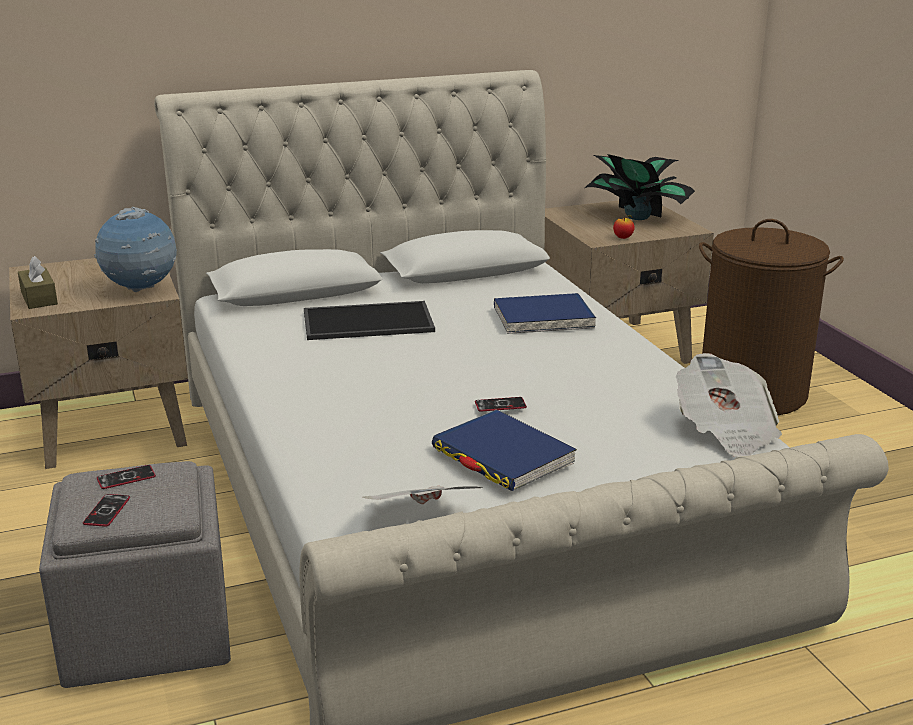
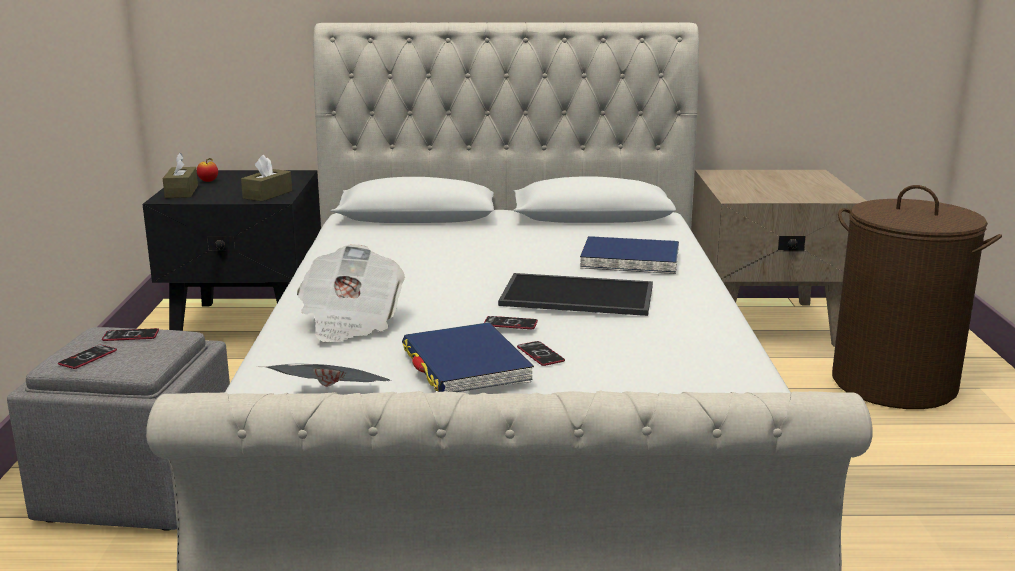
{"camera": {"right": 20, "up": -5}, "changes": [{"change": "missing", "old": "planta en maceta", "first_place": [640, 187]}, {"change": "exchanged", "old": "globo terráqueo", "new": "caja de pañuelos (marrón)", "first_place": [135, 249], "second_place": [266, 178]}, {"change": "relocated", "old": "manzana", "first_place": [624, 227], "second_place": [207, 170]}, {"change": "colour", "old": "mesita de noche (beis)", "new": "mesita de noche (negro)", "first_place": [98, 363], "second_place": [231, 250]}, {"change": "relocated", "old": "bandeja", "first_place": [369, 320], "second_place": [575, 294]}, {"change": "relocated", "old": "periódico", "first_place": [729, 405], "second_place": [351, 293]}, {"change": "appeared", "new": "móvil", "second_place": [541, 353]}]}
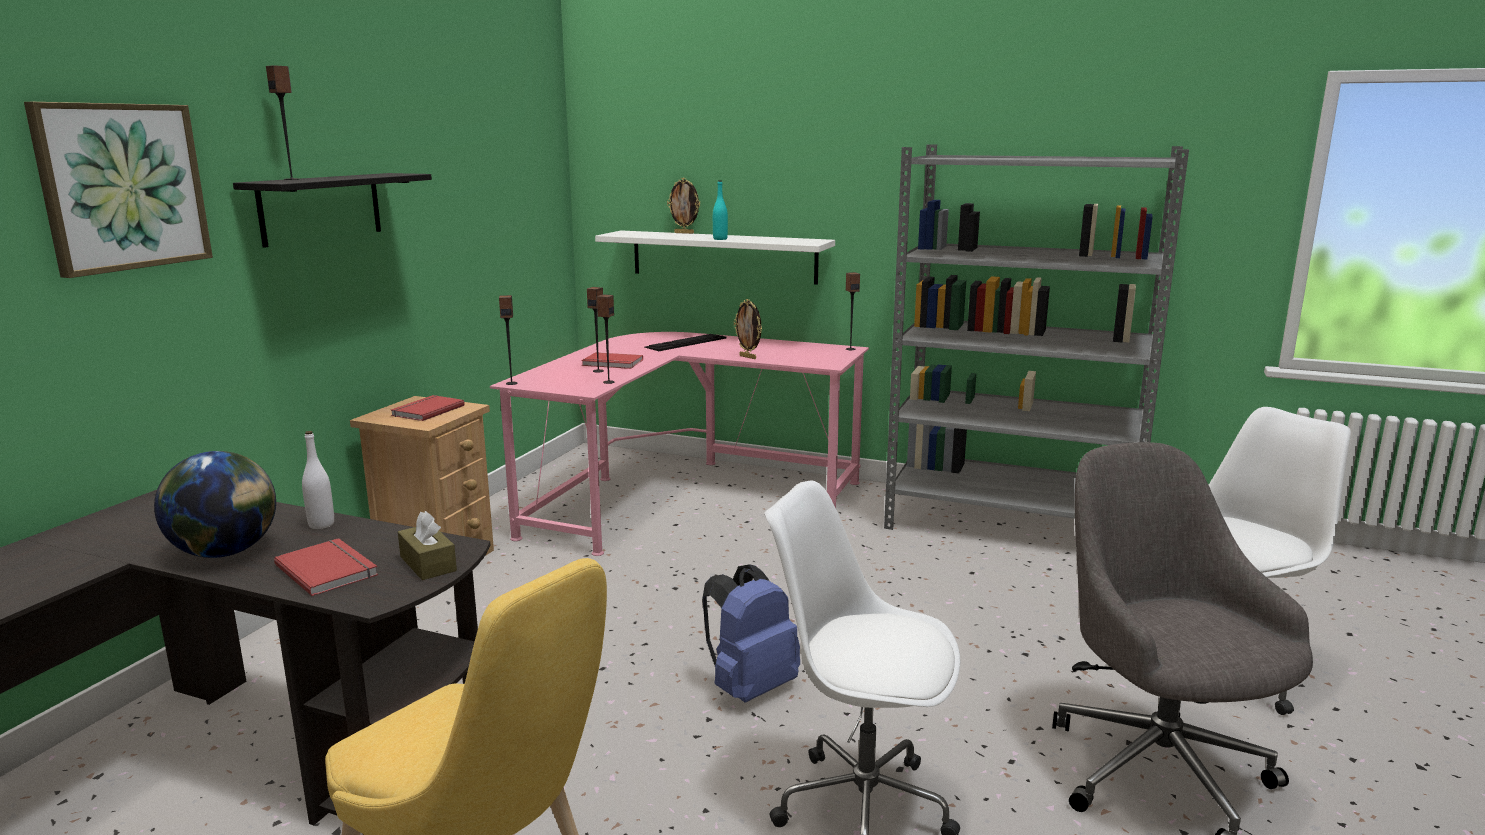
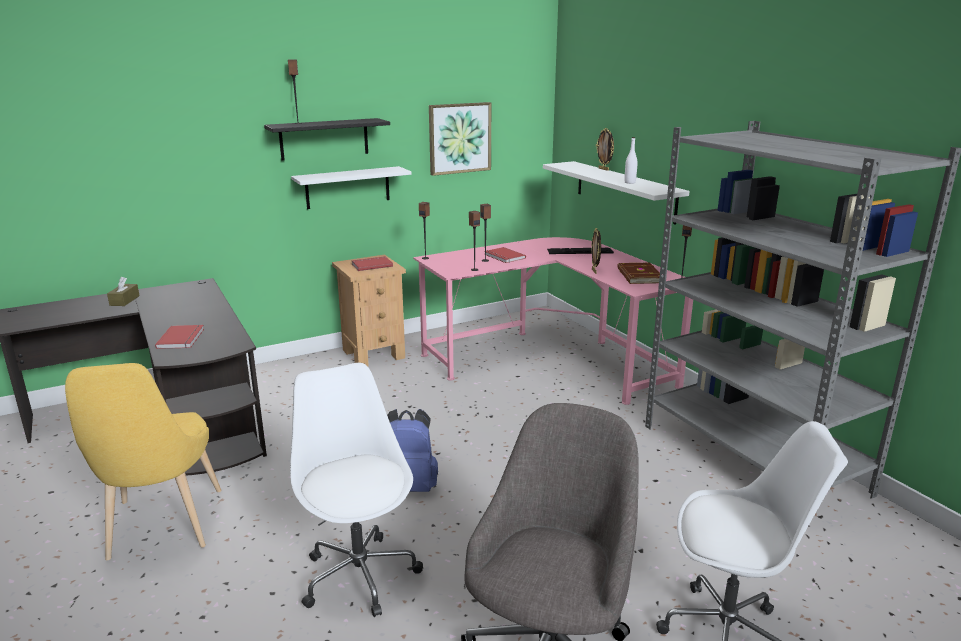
{"camera": {"right": 40, "up": 5}, "changes": [{"change": "relocated", "old": "cuadro", "first_place": [118, 190], "second_place": [460, 139]}, {"change": "missing", "old": "botella (turquesa)", "first_place": [720, 210]}, {"change": "relocated", "old": "botella (blanco)", "first_place": [318, 480], "second_place": [631, 160]}, {"change": "missing", "old": "globo terráqueo", "first_place": [215, 504]}, {"change": "relocated", "old": "caja de pañuelos (marrón)", "first_place": [427, 545], "second_place": [123, 291]}, {"change": "appeared", "new": "estante (blanco)", "second_place": [351, 187]}, {"change": "appeared", "new": "libro (marrón)", "second_place": [638, 273]}]}
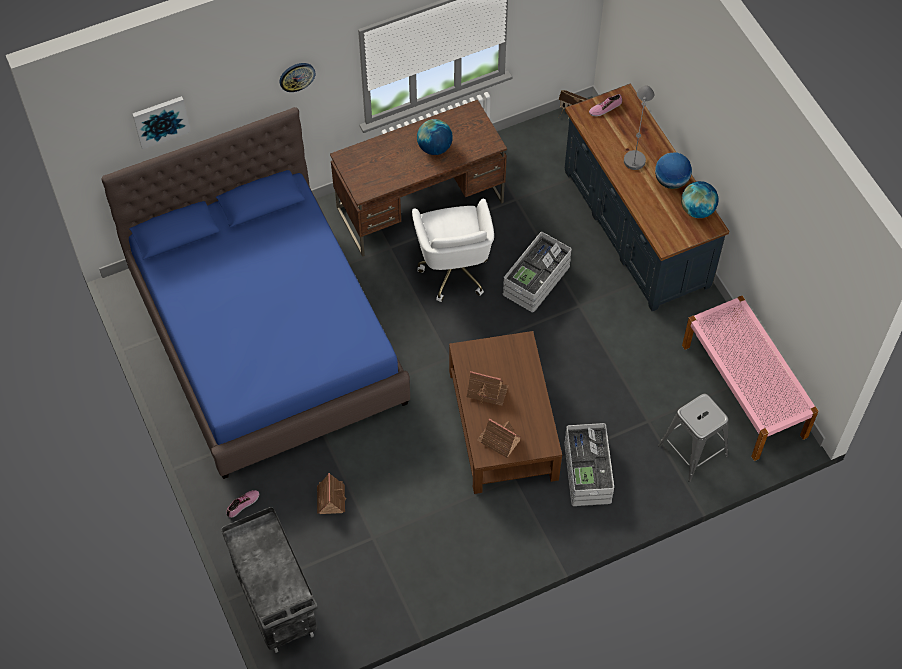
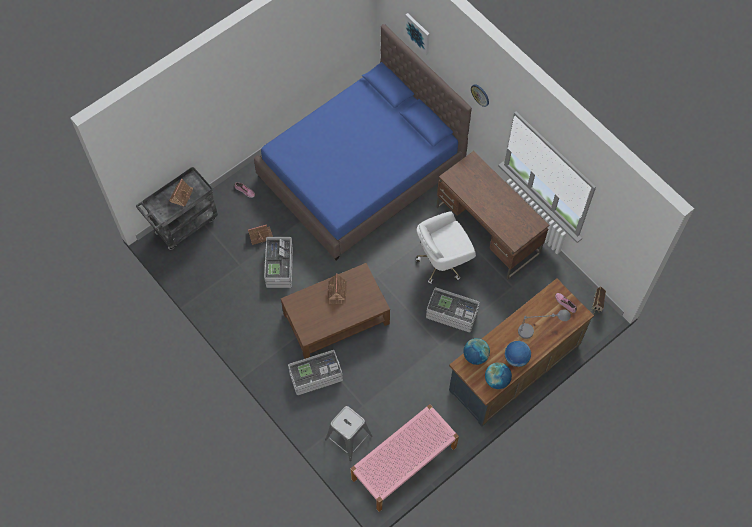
{"camera": {"right": 75, "up": 5}, "changes": [{"change": "relocated", "old": "globo terráqueo", "first_place": [435, 137], "second_place": [476, 351]}, {"change": "relocated", "old": "casita", "first_place": [499, 438], "second_place": [181, 193]}, {"change": "appeared", "new": "caja de almacenaje (gris)", "second_place": [278, 262]}]}
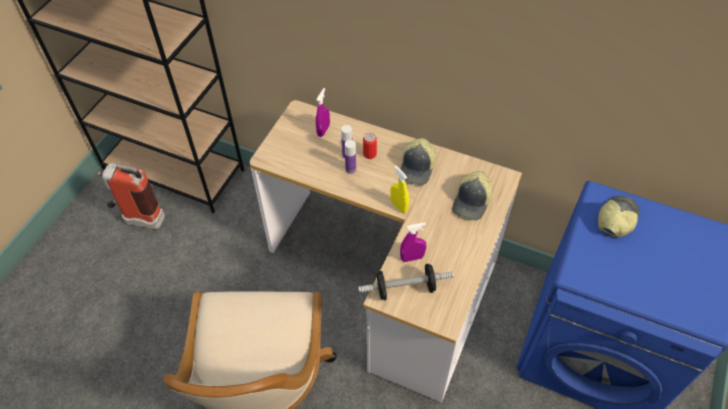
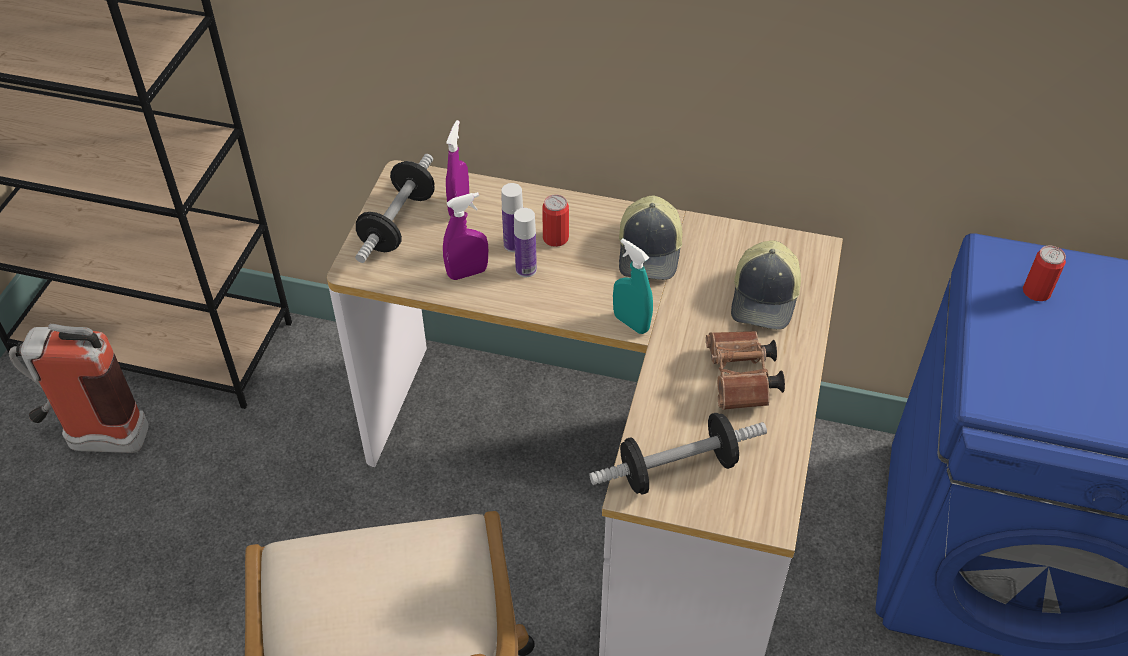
{"camera": {"right": -10, "up": -5}, "changes": [{"change": "colour", "old": "pulverizador (amarillo)", "new": "pulverizador (turquesa)", "first_place": [399, 189], "second_place": [633, 286]}, {"change": "exchanged", "old": "gorra", "new": "lata", "first_place": [619, 217], "second_place": [1044, 273]}, {"change": "relocated", "old": "pulverizador (morado)", "first_place": [413, 242], "second_place": [465, 236]}, {"change": "appeared", "new": "mancuerna", "second_place": [395, 208]}, {"change": "appeared", "new": "prismáticos (marrón)", "second_place": [745, 370]}]}
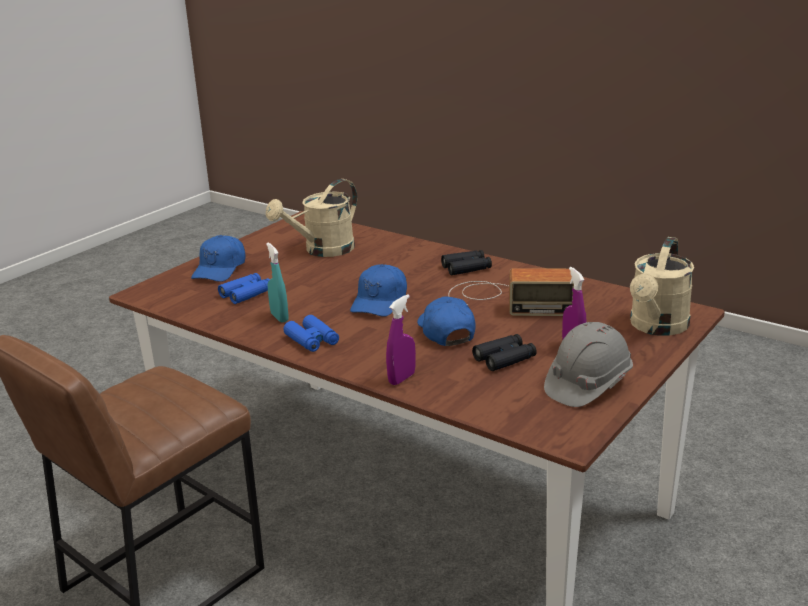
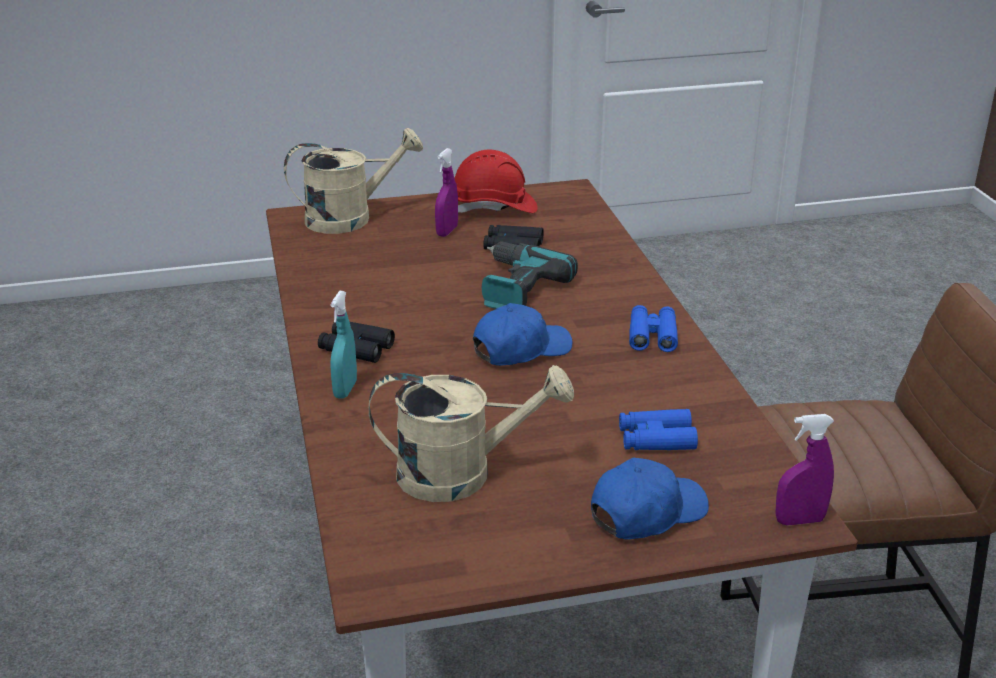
{"camera": {"right": -140, "up": 5}, "changes": [{"change": "relocated", "old": "pulverizador (turquesa)", "first_place": [277, 283], "second_place": [343, 345]}, {"change": "missing", "old": "radio", "first_place": [511, 292]}, {"change": "relocated", "old": "pulverizador (morado)", "first_place": [401, 339], "second_place": [804, 470]}, {"change": "exchanged", "old": "gorra (azul)", "new": "taladro", "first_place": [446, 321], "second_place": [530, 275]}, {"change": "colour", "old": "casco (gris)", "new": "casco (rojo)", "first_place": [588, 364], "second_place": [495, 181]}]}
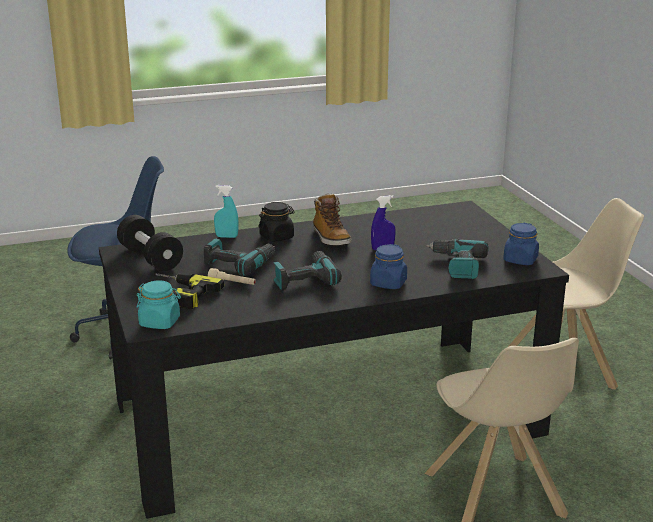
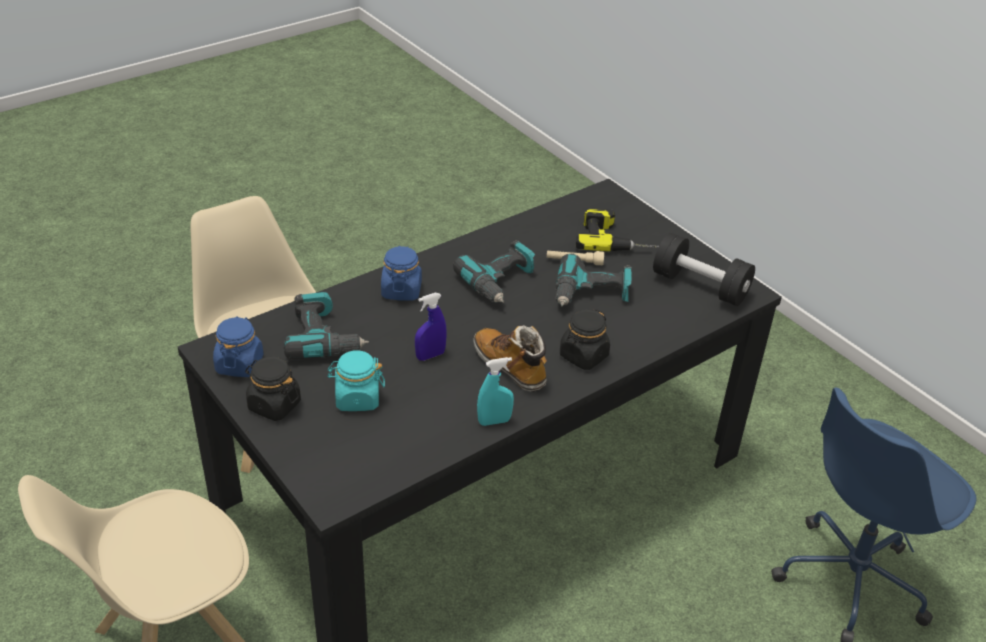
{"camera": {"right": 160, "up": 15}, "changes": [{"change": "relocated", "old": "pulverizador (turquesa)", "first_place": [226, 211], "second_place": [495, 391]}, {"change": "relocated", "old": "tarro (turquesa)", "first_place": [159, 304], "second_place": [356, 380]}, {"change": "appeared", "new": "tarro (negro)", "second_place": [273, 389]}]}
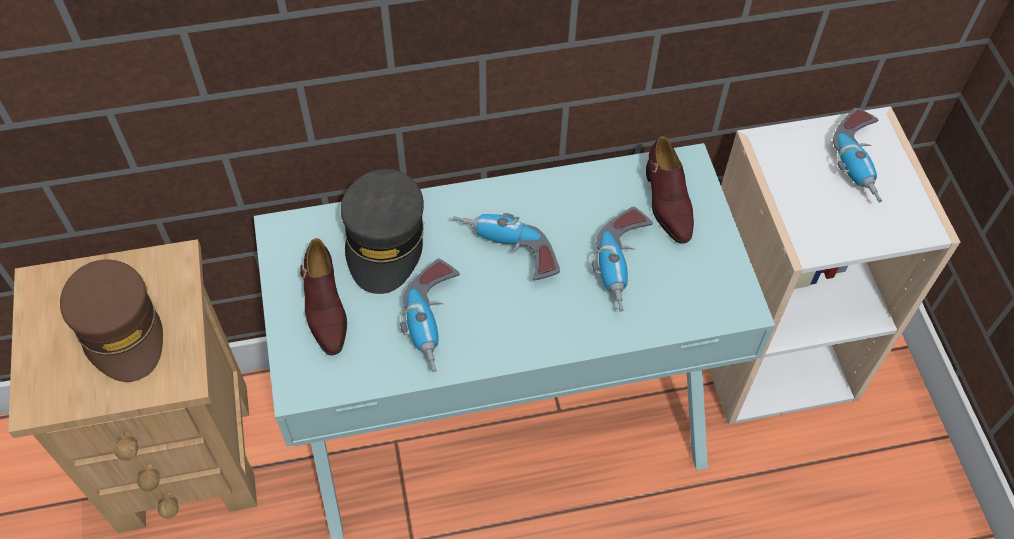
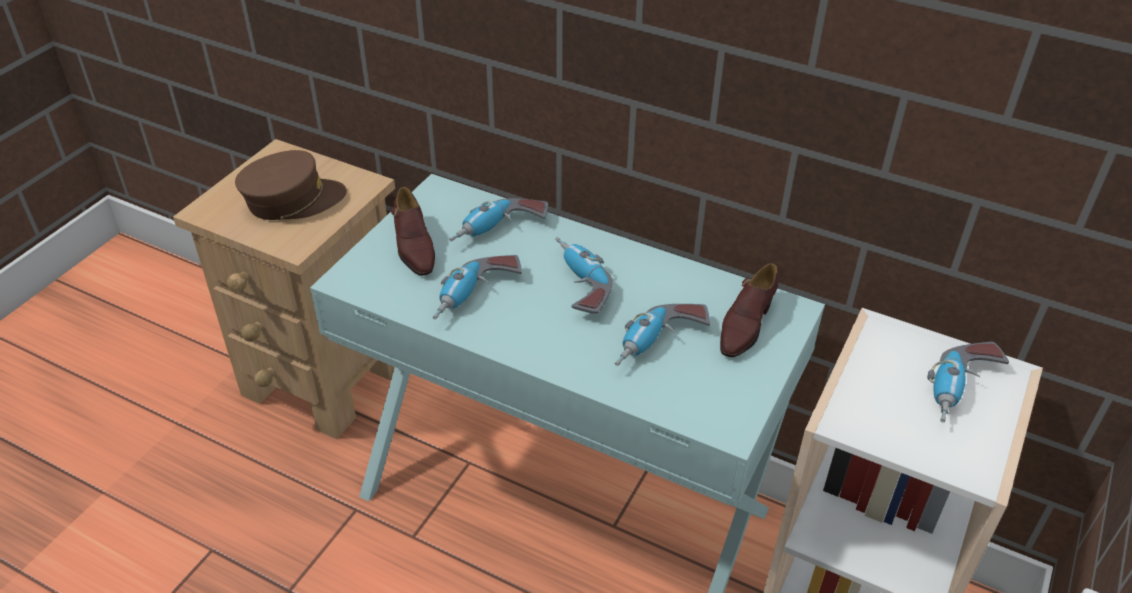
{"camera": {"right": 40, "up": -15}, "changes": [{"change": "exchanged", "old": "gorra (gris)", "new": "taladro", "first_place": [382, 231], "second_place": [498, 220]}, {"change": "spun", "old": "zapato (marrón)", "first_place": [323, 296], "second_place": [413, 231], "degrees": -45}, {"change": "spun", "old": "gorra (marrón)", "first_place": [111, 321], "second_place": [291, 185], "degrees": -120}]}
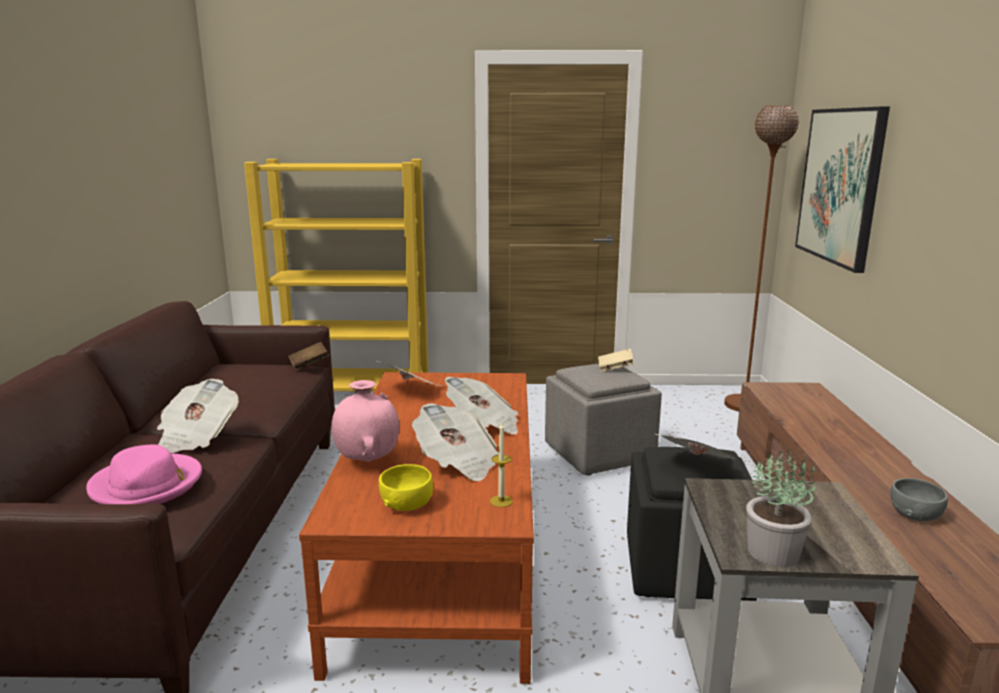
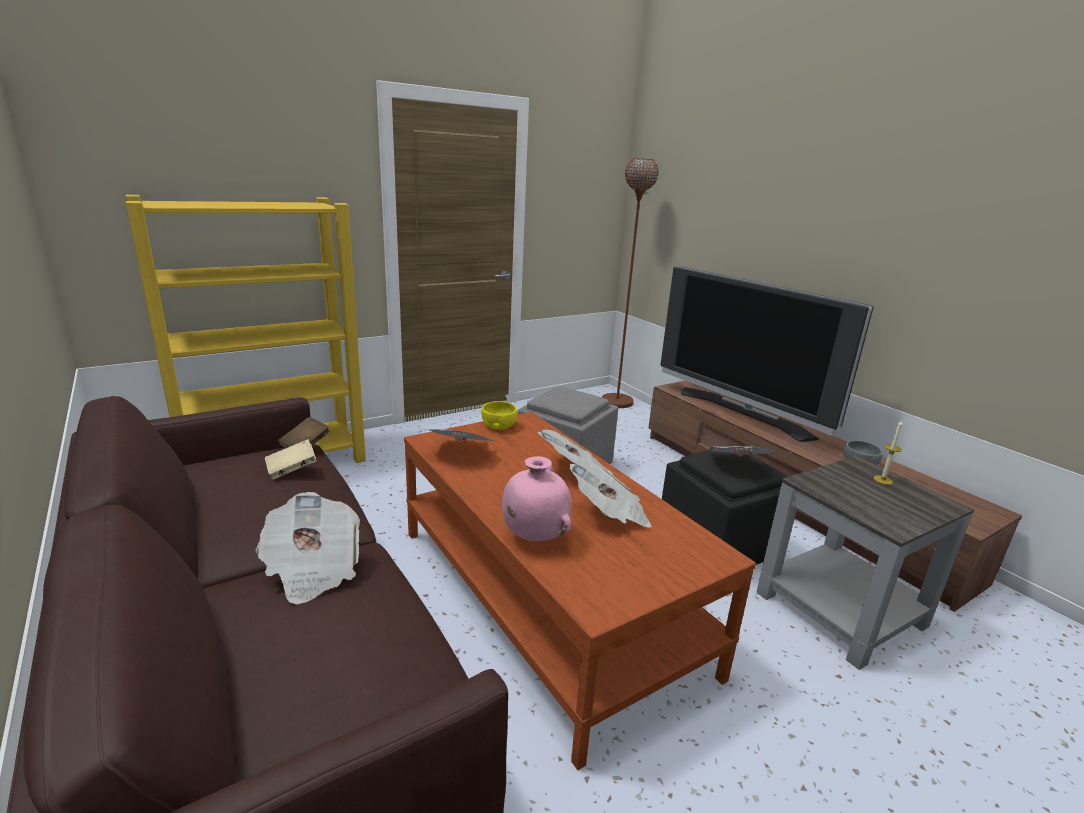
{"camera": {"right": -35, "up": 5}, "changes": [{"change": "missing", "old": "cuadro", "first_place": [842, 190]}, {"change": "relocated", "old": "libro (beis)", "first_place": [616, 360], "second_place": [291, 459]}, {"change": "relocated", "old": "vela", "first_place": [501, 464], "second_place": [888, 452]}, {"change": "missing", "old": "sombrero (rosa)", "first_place": [144, 474]}, {"change": "missing", "old": "planta en maceta", "first_place": [780, 508]}, {"change": "relocated", "old": "cuenco (amarillo)", "first_place": [406, 487], "second_place": [499, 415]}, {"change": "appeared", "new": "televisor", "second_place": [767, 354]}]}
